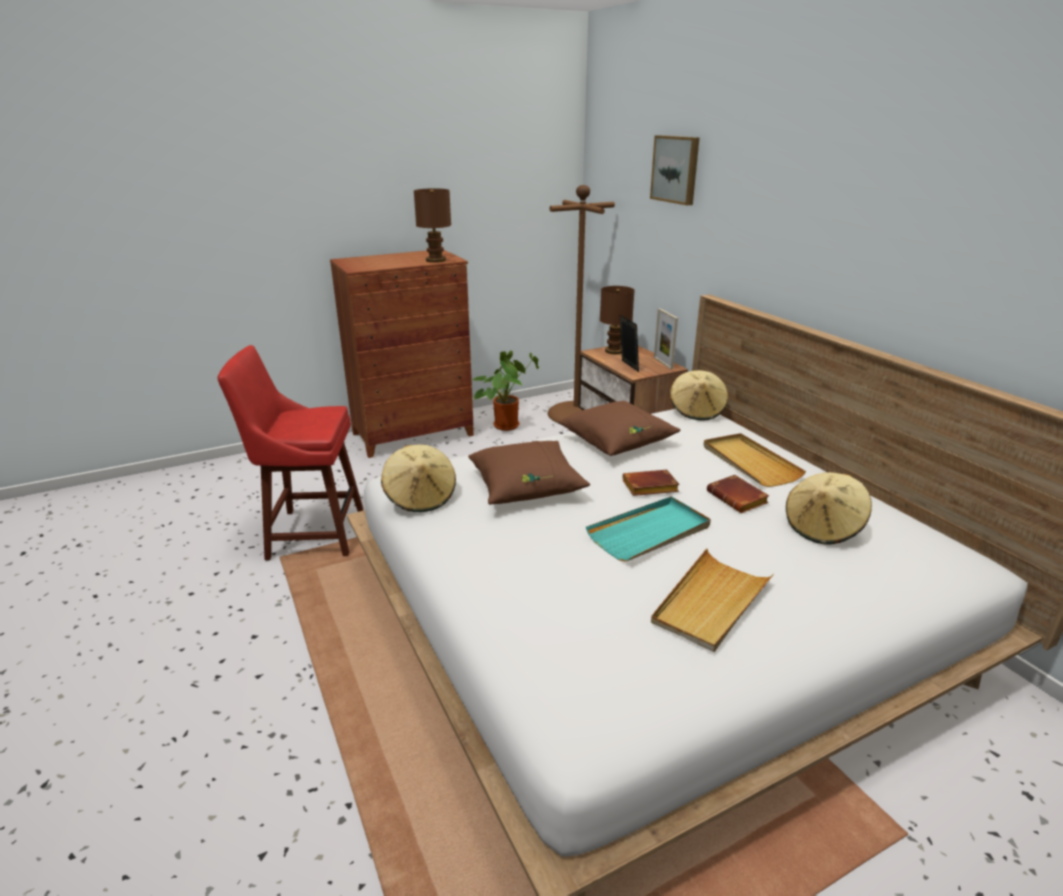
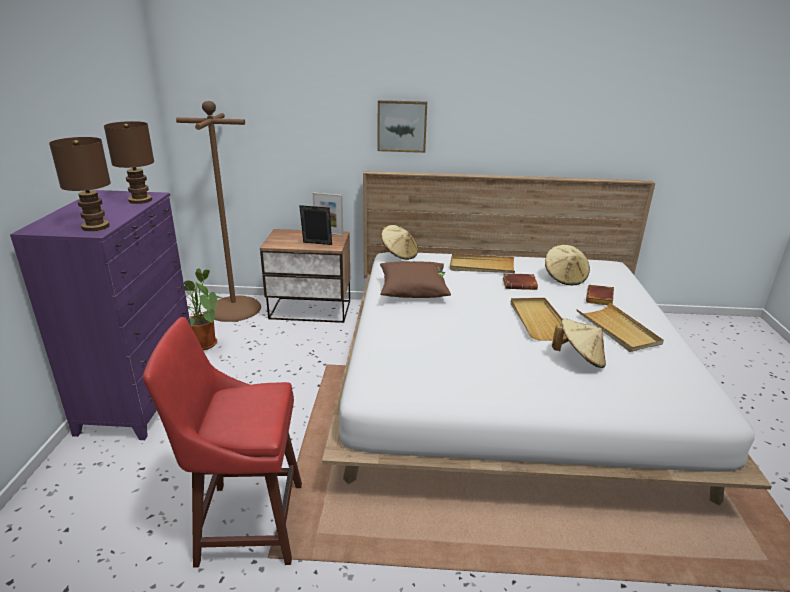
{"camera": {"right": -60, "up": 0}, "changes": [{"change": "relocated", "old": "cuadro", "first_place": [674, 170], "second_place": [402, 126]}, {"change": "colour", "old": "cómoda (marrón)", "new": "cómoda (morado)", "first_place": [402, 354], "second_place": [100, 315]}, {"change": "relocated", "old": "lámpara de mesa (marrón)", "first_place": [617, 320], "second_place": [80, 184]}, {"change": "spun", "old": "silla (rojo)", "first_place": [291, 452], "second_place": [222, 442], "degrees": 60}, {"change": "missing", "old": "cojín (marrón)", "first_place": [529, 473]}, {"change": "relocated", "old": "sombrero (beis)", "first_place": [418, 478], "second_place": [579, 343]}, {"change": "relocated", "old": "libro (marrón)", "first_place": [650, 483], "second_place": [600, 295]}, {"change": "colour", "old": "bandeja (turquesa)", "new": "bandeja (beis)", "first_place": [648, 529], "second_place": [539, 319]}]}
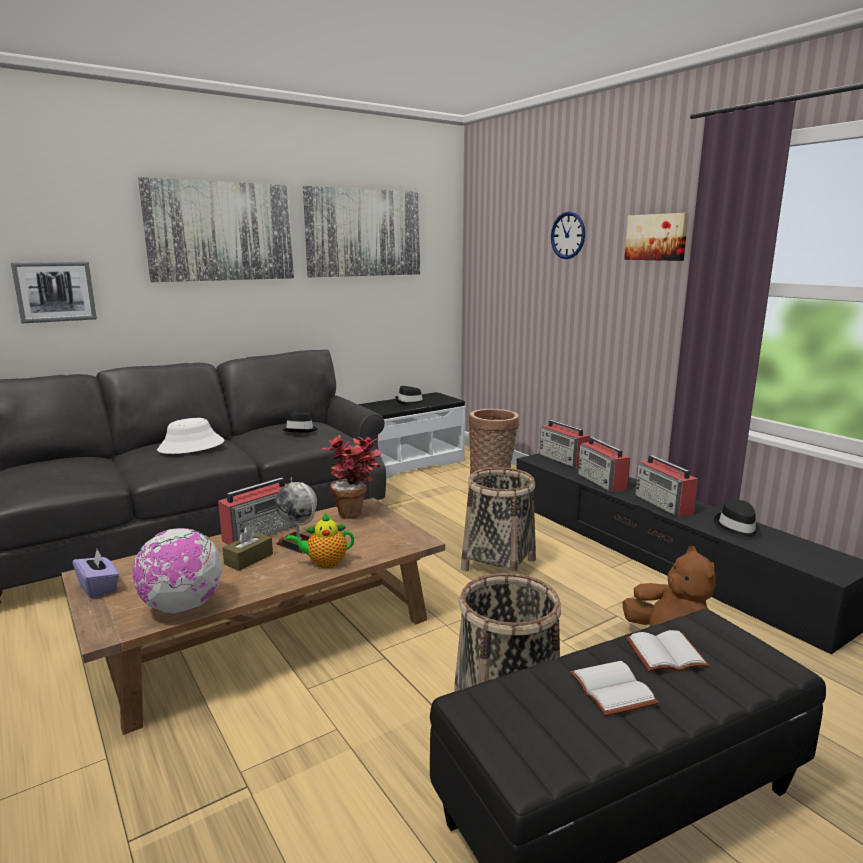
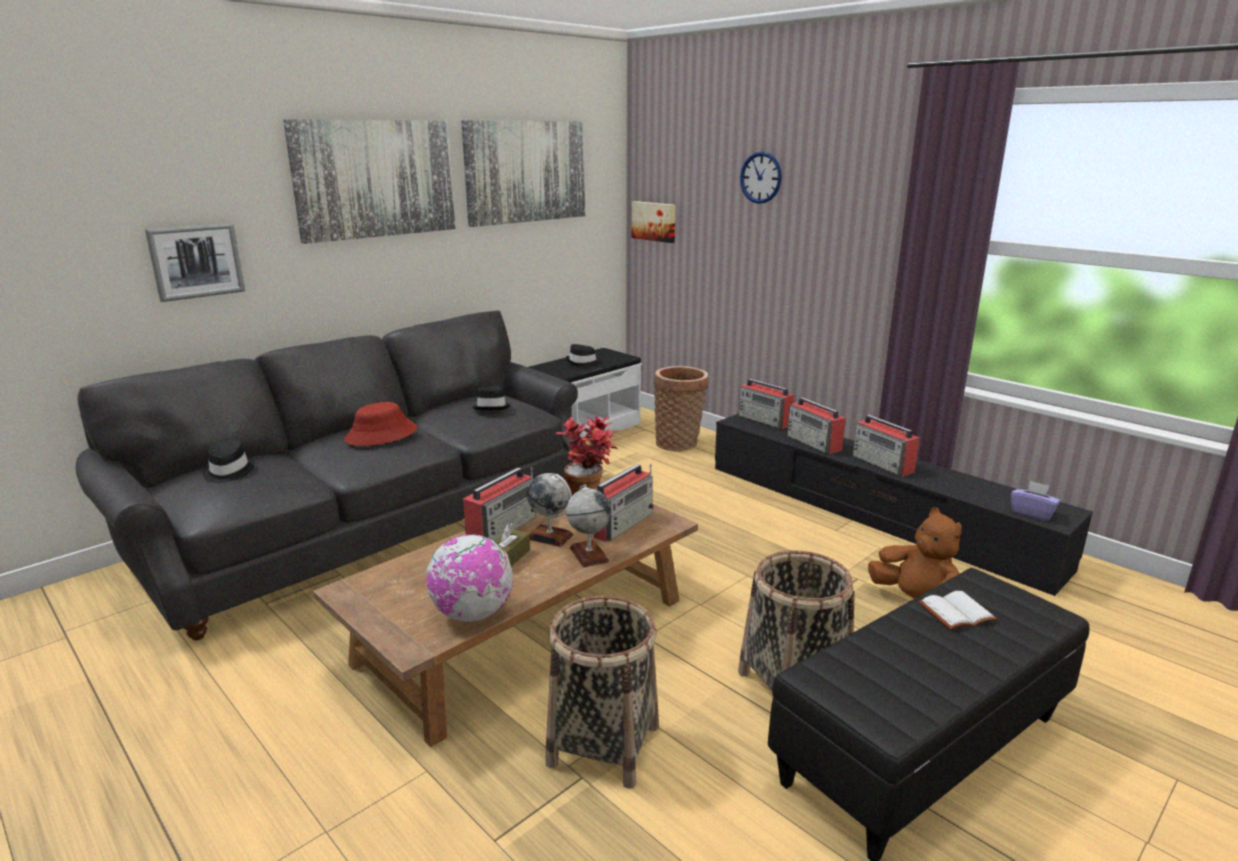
{"camera": {"right": -10, "up": 5}, "changes": [{"change": "relocated", "old": "cuadro", "first_place": [656, 237], "second_place": [653, 222]}, {"change": "colour", "old": "sombrero (blanco)", "new": "sombrero (rojo)", "first_place": [190, 436], "second_place": [380, 424]}, {"change": "relocated", "old": "cesta", "first_place": [498, 520], "second_place": [602, 692]}, {"change": "relocated", "old": "sombrero (negro)", "first_place": [738, 520], "second_place": [229, 461]}, {"change": "exchanged", "old": "tetera", "new": "globo terráqueo", "first_place": [319, 540], "second_place": [588, 525]}, {"change": "relocated", "old": "caja de pañuelos (morado)", "first_place": [96, 574], "second_place": [1035, 501]}, {"change": "missing", "old": "libro (blanco)", "first_place": [614, 688]}, {"change": "appeared", "new": "radio", "second_place": [624, 503]}]}
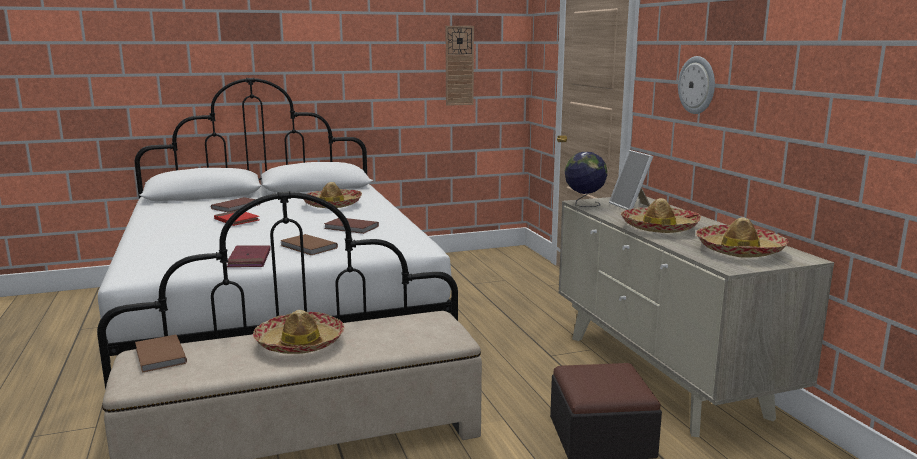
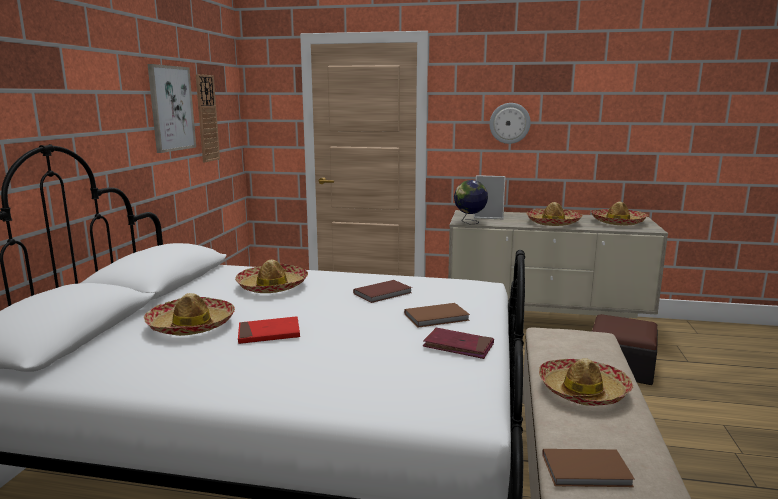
{"camera": {"right": -60, "up": 0}, "changes": [{"change": "exchanged", "old": "libro (marrón)", "new": "sombrero", "first_place": [236, 204], "second_place": [189, 314]}, {"change": "appeared", "new": "cuadro", "second_place": [172, 108]}]}
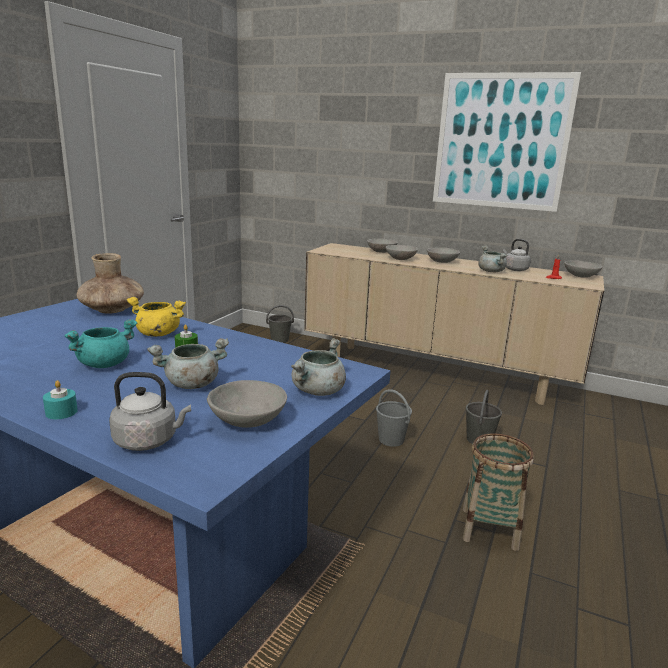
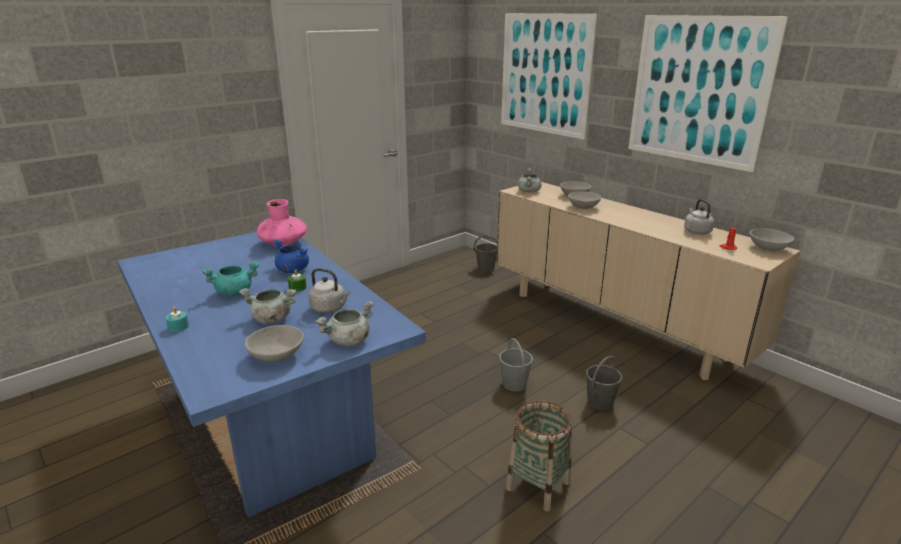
{"camera": {"right": 25, "up": 5}, "changes": [{"change": "relocated", "old": "olla (gris)", "first_place": [492, 259], "second_place": [529, 180]}, {"change": "missing", "old": "cuenco (gris)", "first_place": [443, 255]}, {"change": "colour", "old": "florero (marrón)", "new": "florero (rosa)", "first_place": [110, 283], "second_place": [282, 222]}, {"change": "colour", "old": "olla (amarillo)", "new": "olla (azul)", "first_place": [156, 317], "second_place": [291, 256]}, {"change": "relocated", "old": "hervidor (gris)", "first_place": [150, 411], "second_place": [329, 290]}, {"change": "appeared", "new": "cuadro", "second_place": [549, 76]}]}
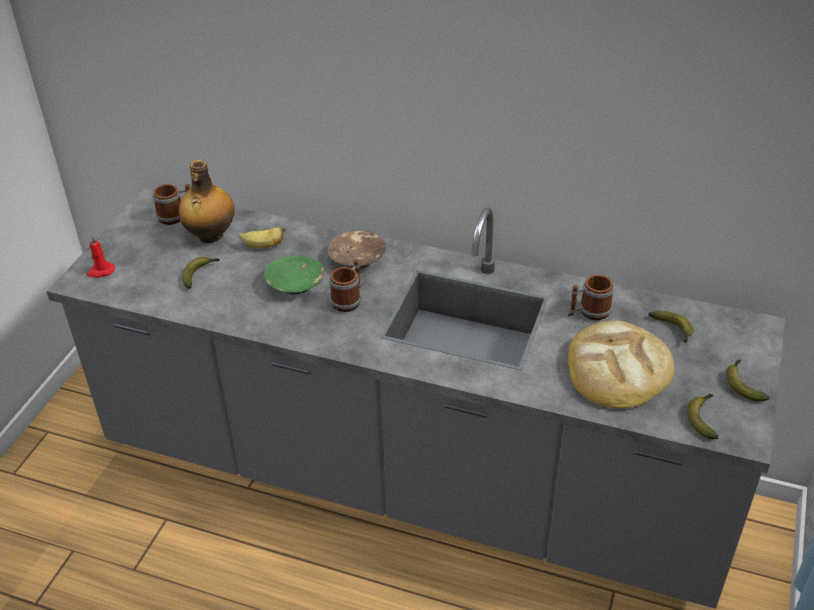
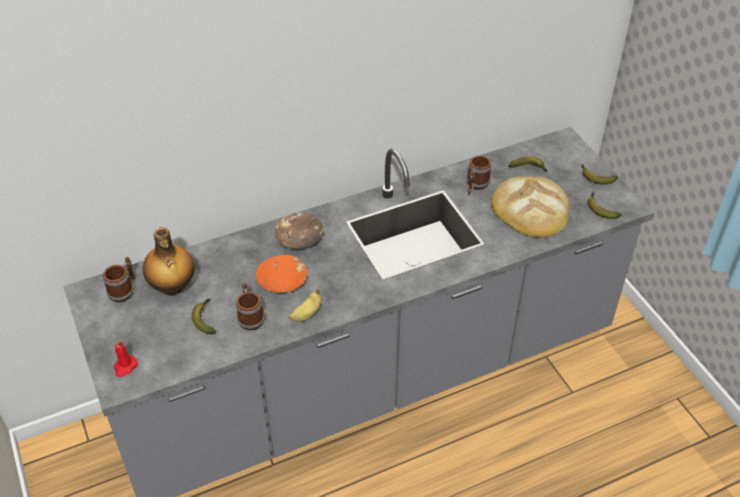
{"camera": {"right": -45, "up": 5}, "changes": [{"change": "relocated", "old": "plátano", "first_place": [262, 238], "second_place": [305, 305]}, {"change": "colour", "old": "cuenco (verde)", "new": "cuenco (naranja)", "first_place": [294, 275], "second_place": [281, 274]}, {"change": "relocated", "old": "taza grande", "first_place": [345, 285], "second_place": [250, 306]}]}
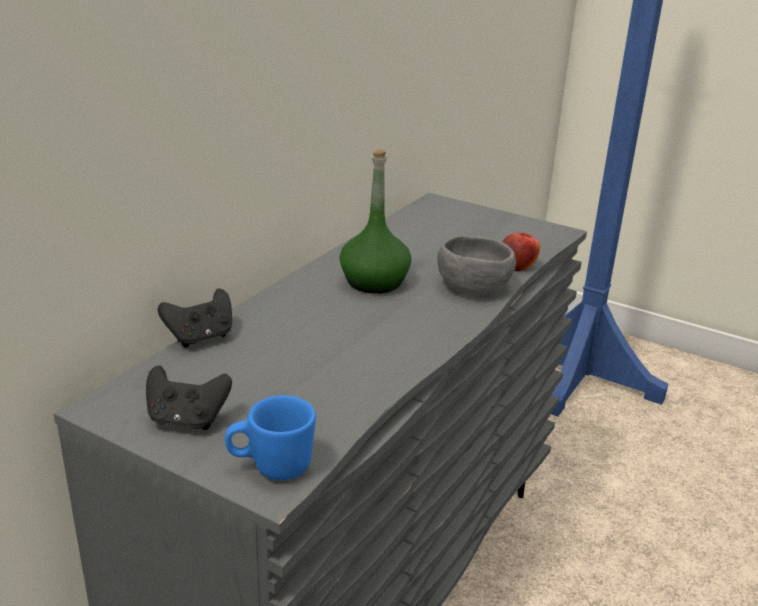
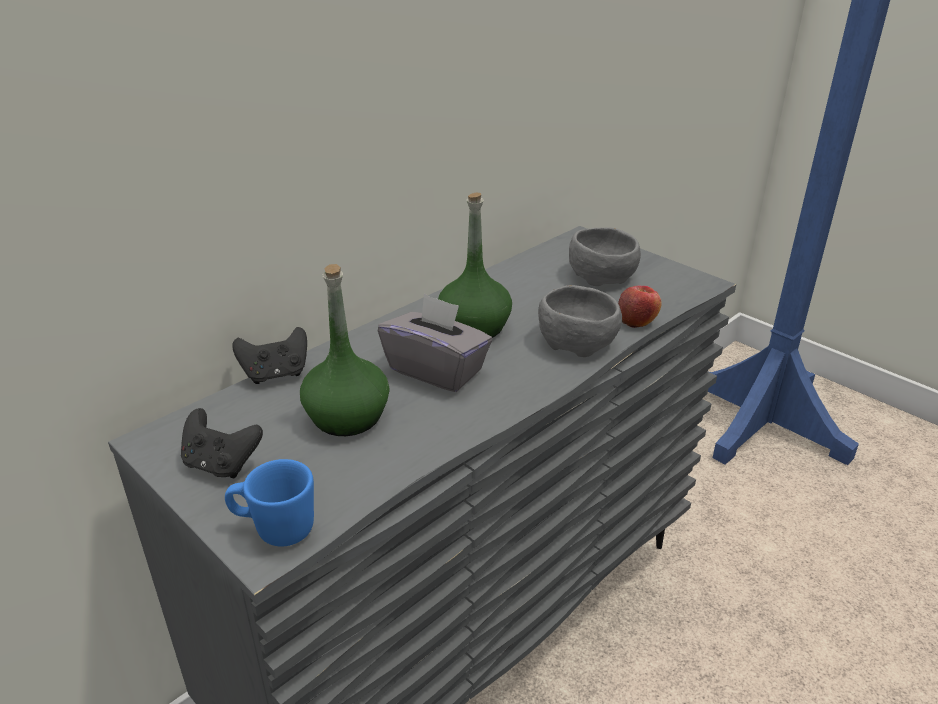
{"camera": {"right": 15, "up": 5}, "changes": [{"change": "appeared", "new": "cuenco (gris)", "second_place": [605, 257]}, {"change": "appeared", "new": "botella (verde)", "second_place": [345, 350]}, {"change": "appeared", "new": "caja de pañuelos (gris)", "second_place": [435, 342]}]}
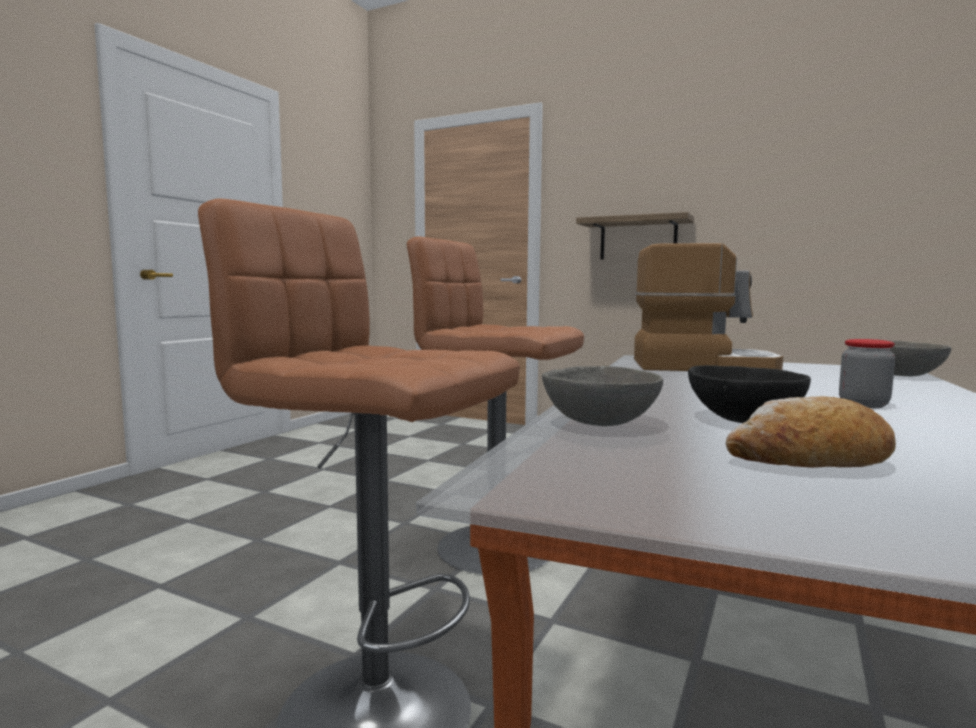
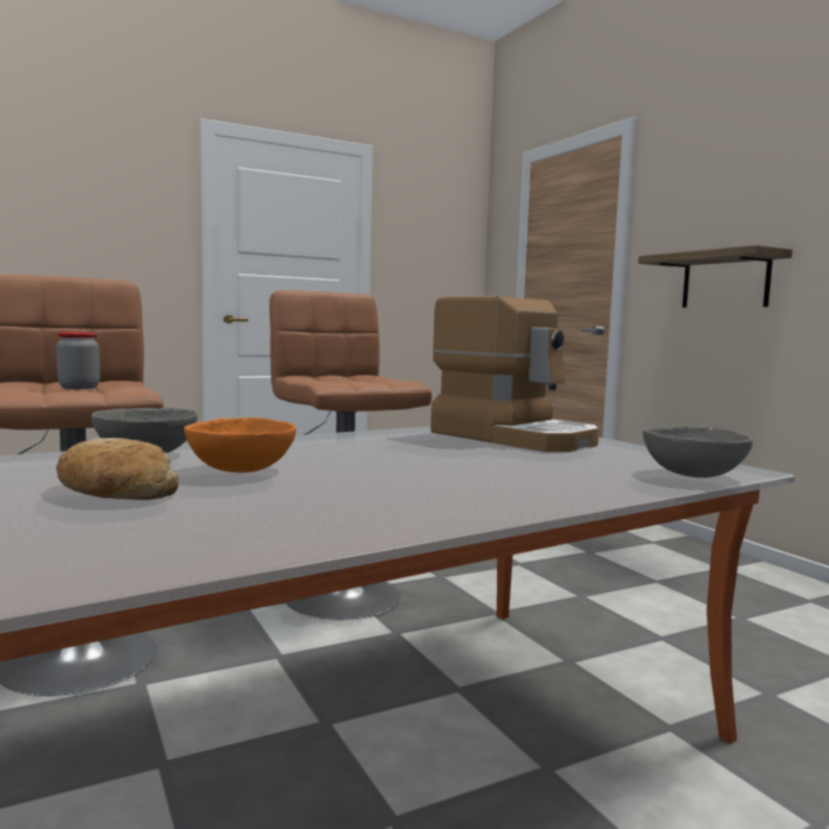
{"camera": {"right": 35, "up": 0}, "changes": [{"change": "relocated", "old": "tarro", "first_place": [867, 373], "second_place": [78, 361]}, {"change": "colour", "old": "cuenco (negro)", "new": "cuenco (naranja)", "first_place": [749, 394], "second_place": [240, 445]}]}
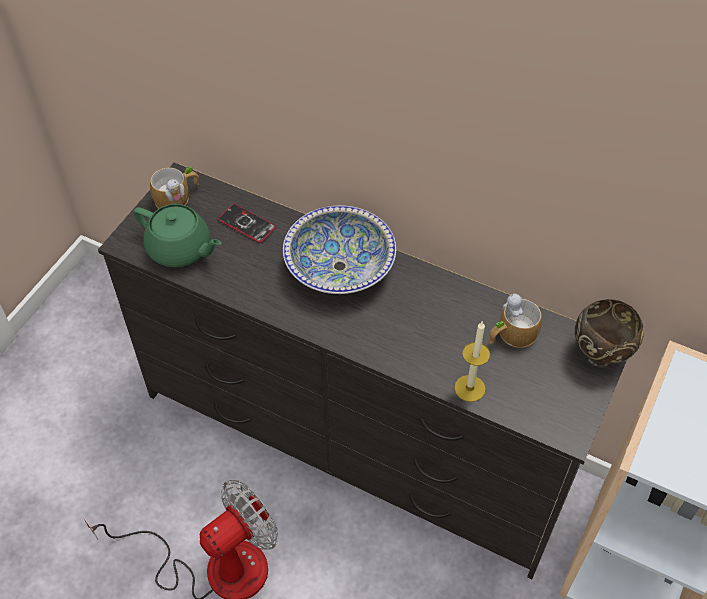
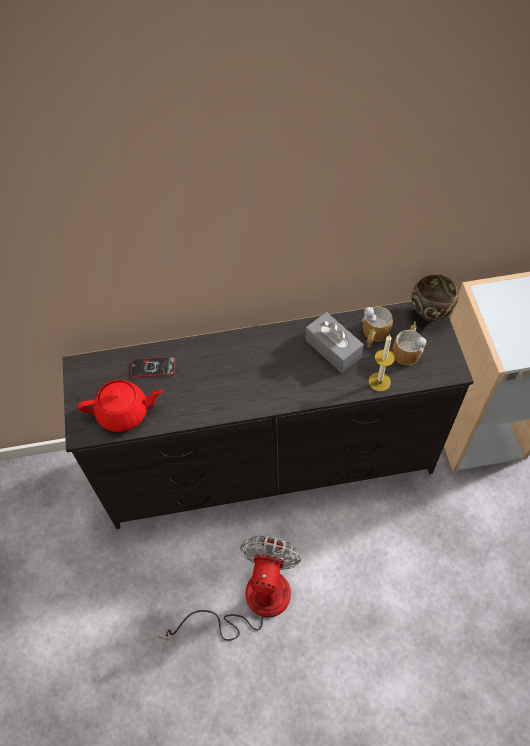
{"camera": {"right": -35, "up": 5}, "changes": [{"change": "relocated", "old": "taza grande", "first_place": [174, 187], "second_place": [409, 343]}, {"change": "colour", "old": "tetera (verde)", "new": "tetera (rojo)", "first_place": [177, 236], "second_place": [120, 406]}, {"change": "missing", "old": "cuenco", "first_place": [339, 249]}, {"change": "appeared", "new": "caja de pañuelos (gris)", "second_place": [334, 342]}]}
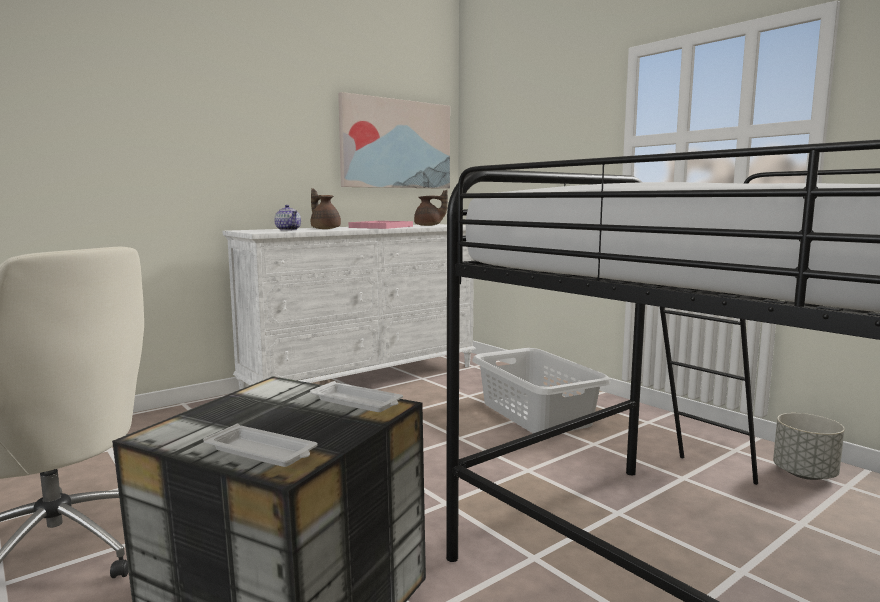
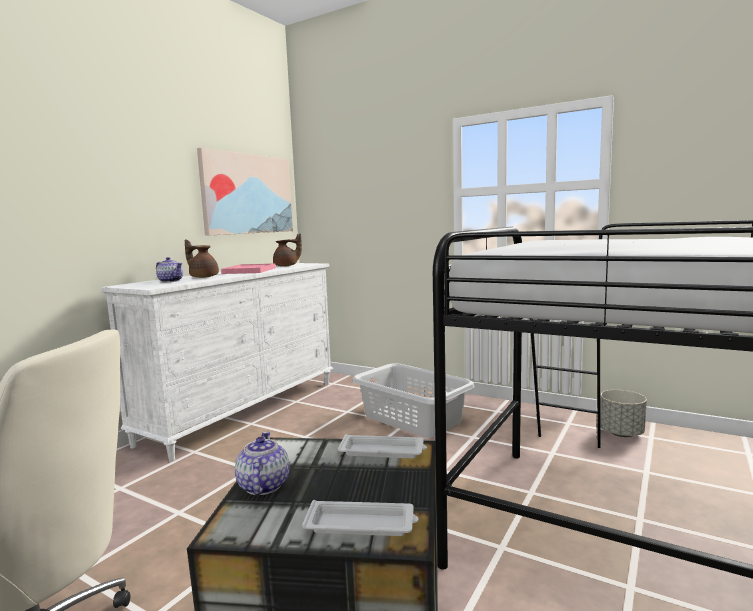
{"camera": {"right": -20, "up": 0}, "changes": [{"change": "appeared", "new": "tetera", "second_place": [262, 463]}]}
